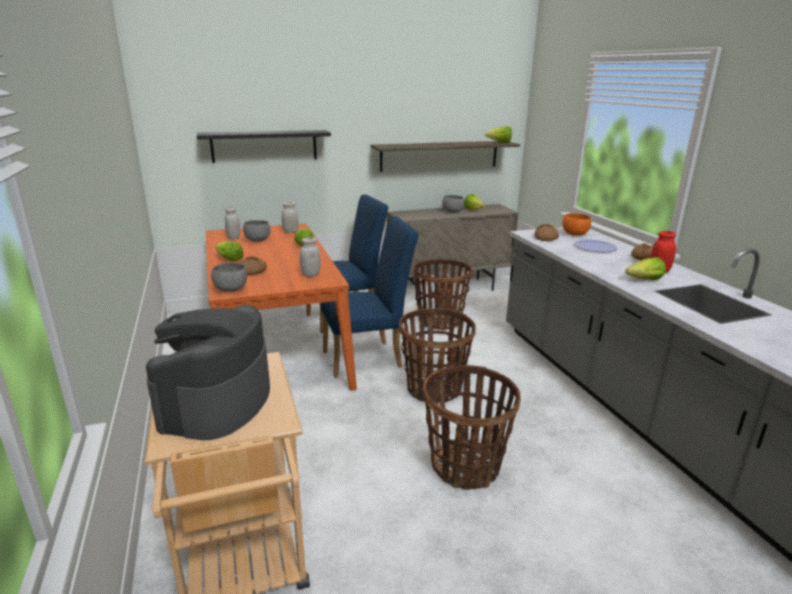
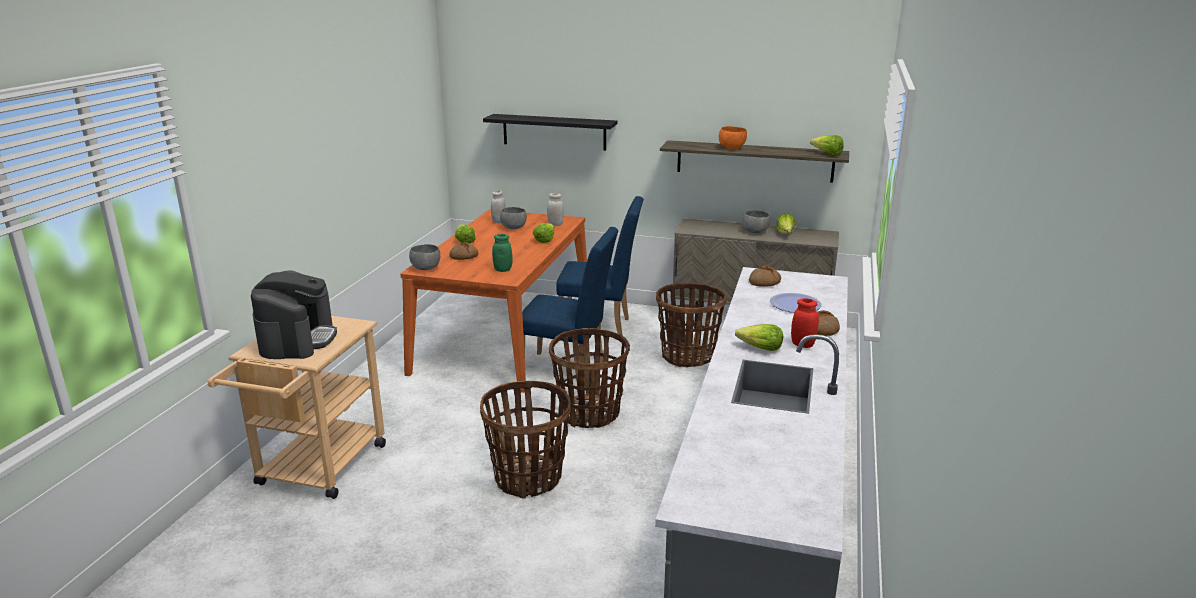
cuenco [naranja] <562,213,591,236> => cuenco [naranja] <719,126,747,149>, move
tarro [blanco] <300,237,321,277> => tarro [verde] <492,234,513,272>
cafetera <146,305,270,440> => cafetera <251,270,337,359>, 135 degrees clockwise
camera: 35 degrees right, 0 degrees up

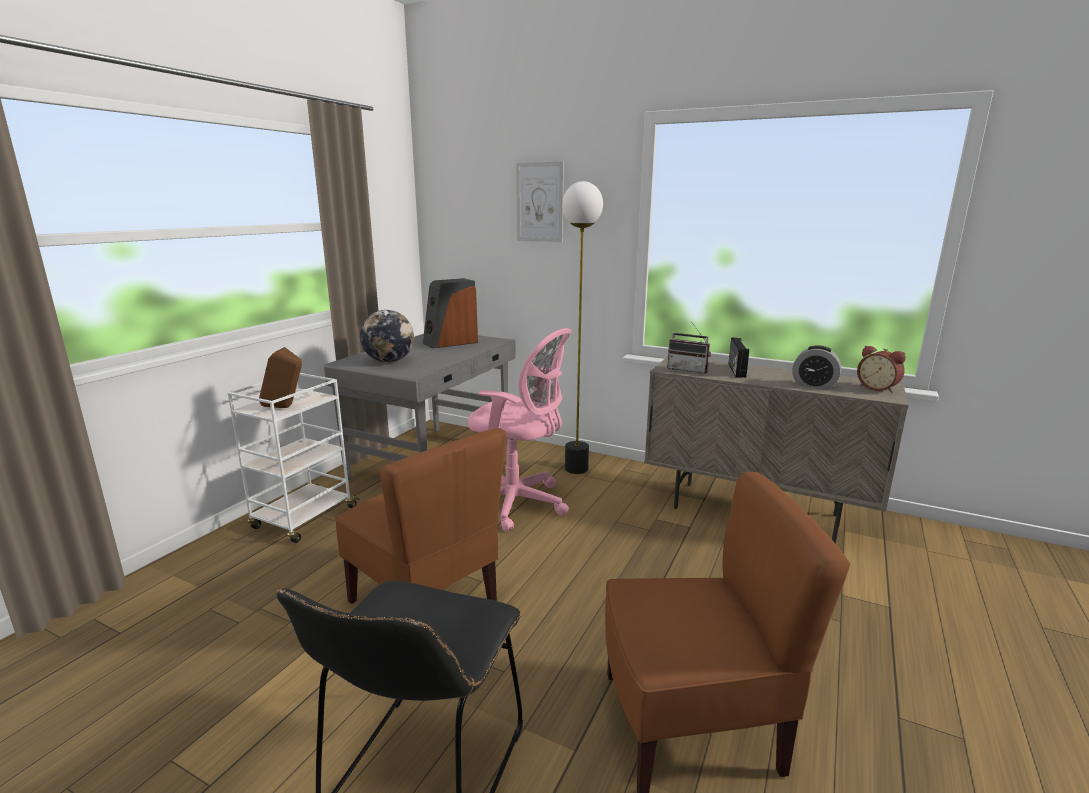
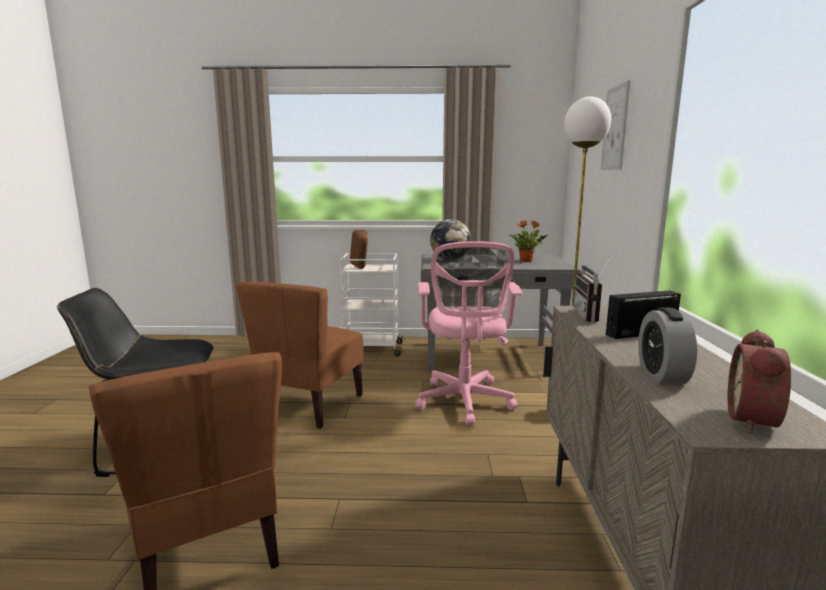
altavoz <423,278,478,348> => planta en maceta <508,220,547,262>
camera: 65 degrees right, 5 degrees down

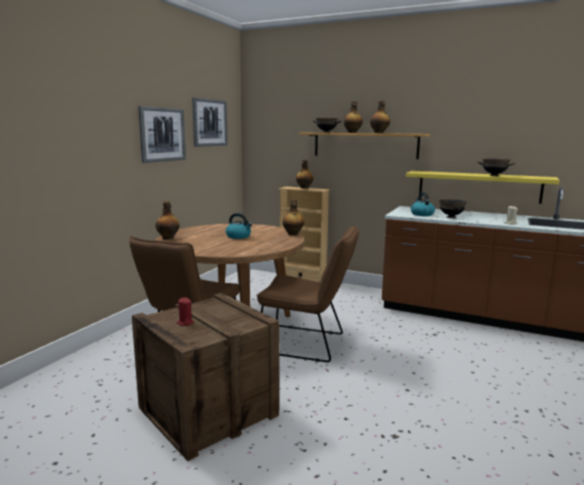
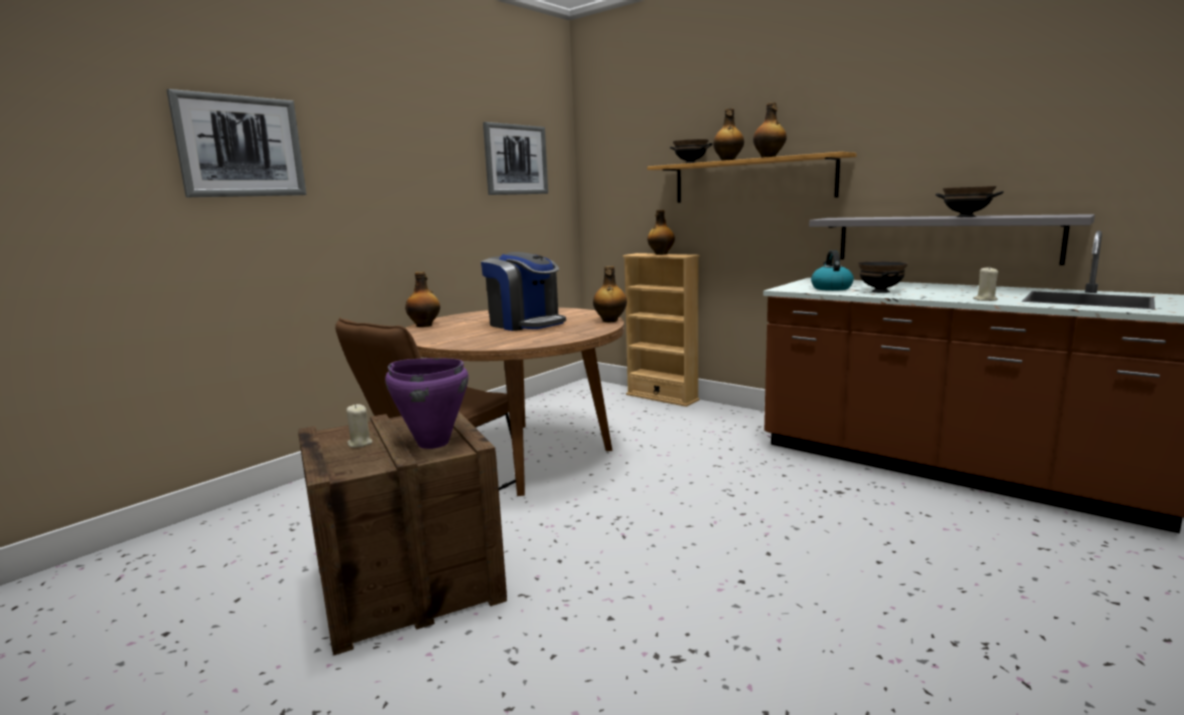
silla [marrón] <257,225,359,362> => nothing
nothing => olla [morado] <385,358,469,449>
cuadro <138,106,186,163> => cuadro <167,89,306,197>, move
hervidor <226,213,252,239> => cafetera <481,252,566,331>
vela [rojo] <176,297,194,326> => vela [beis] <347,404,372,448>
estante [amarillo] <406,171,560,204> => estante [gris] <809,214,1095,265>
camera: 15 degrees right, 0 degrees up

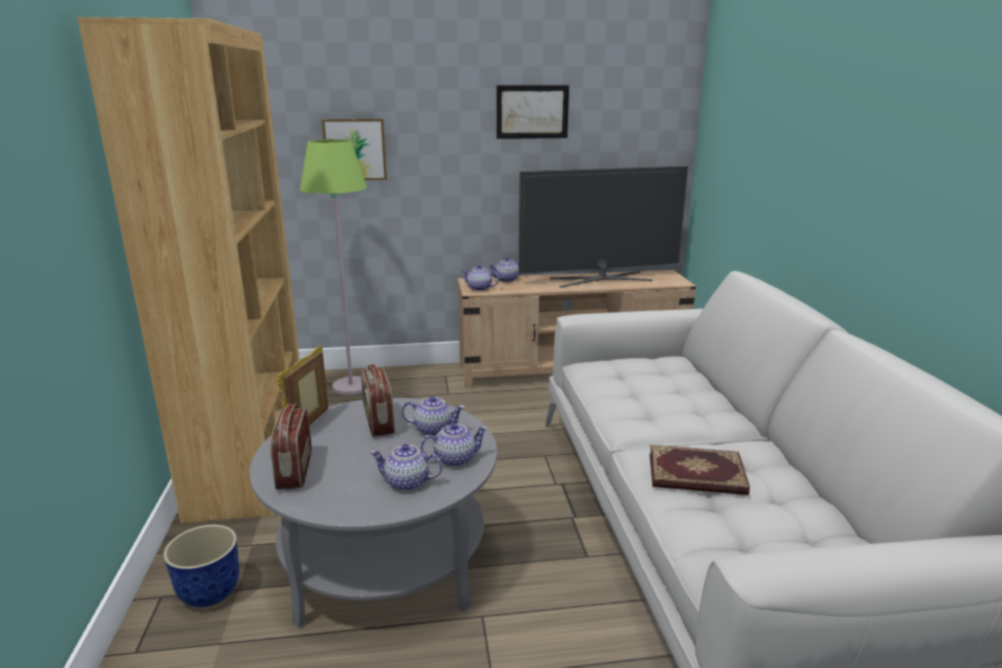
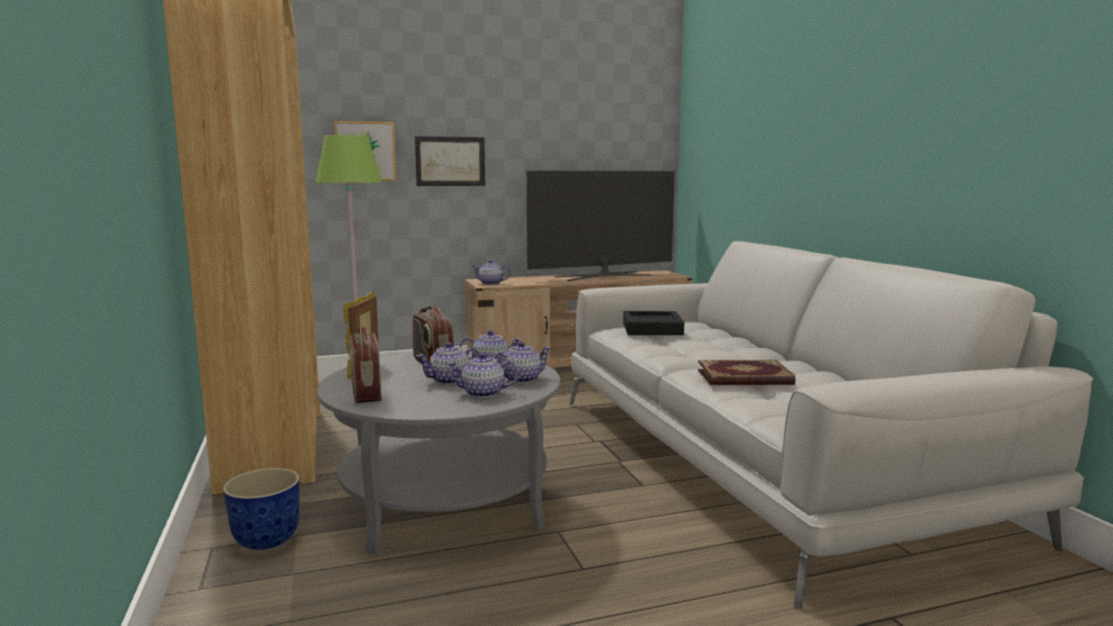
nothing => bandeja [negro] <623,311,684,335>
tetera <488,257,522,282> => tetera <416,342,480,385>, move
cuadro <496,85,569,139> => cuadro <415,136,485,186>, move
camera: 10 degrees left, 10 degrees down

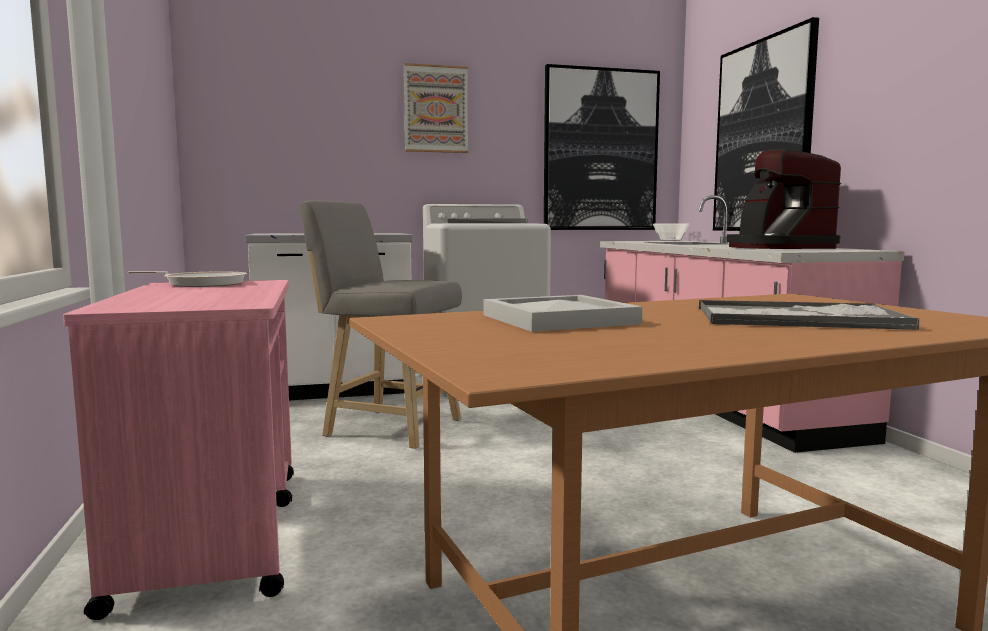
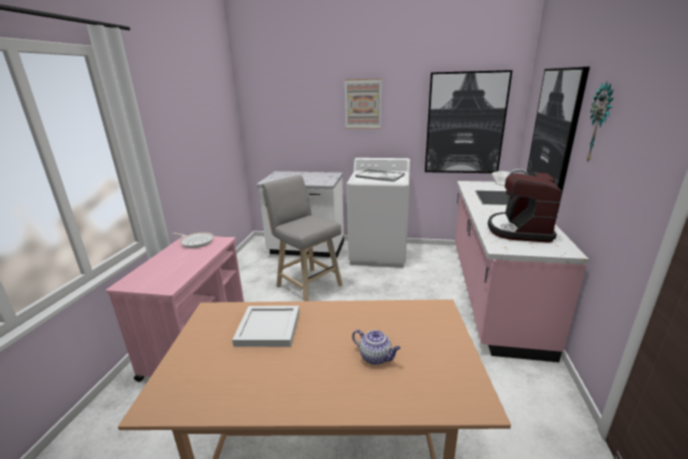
nothing => reloj de pared <586,82,614,163>
bandeja <699,300,919,330> => tetera <352,330,401,365>
camera: 25 degrees right, 15 degrees up

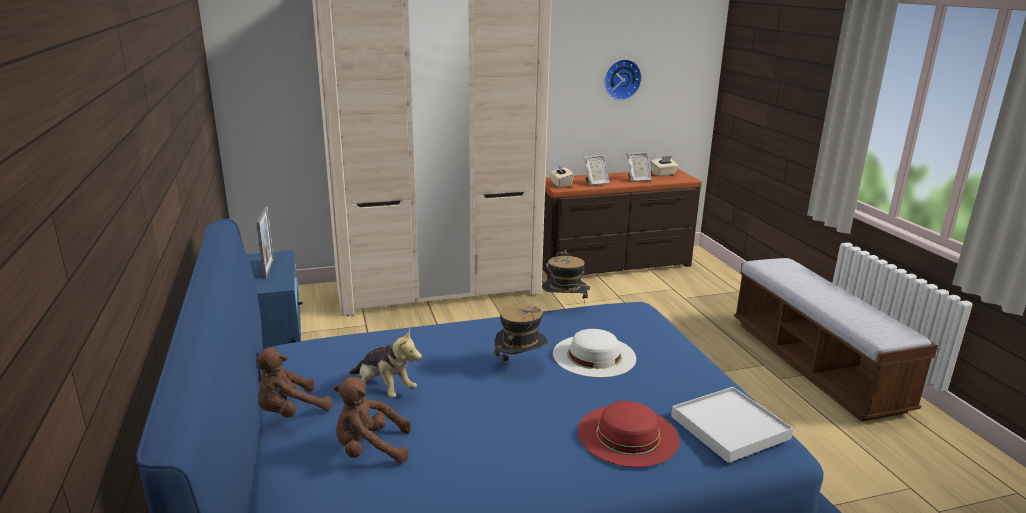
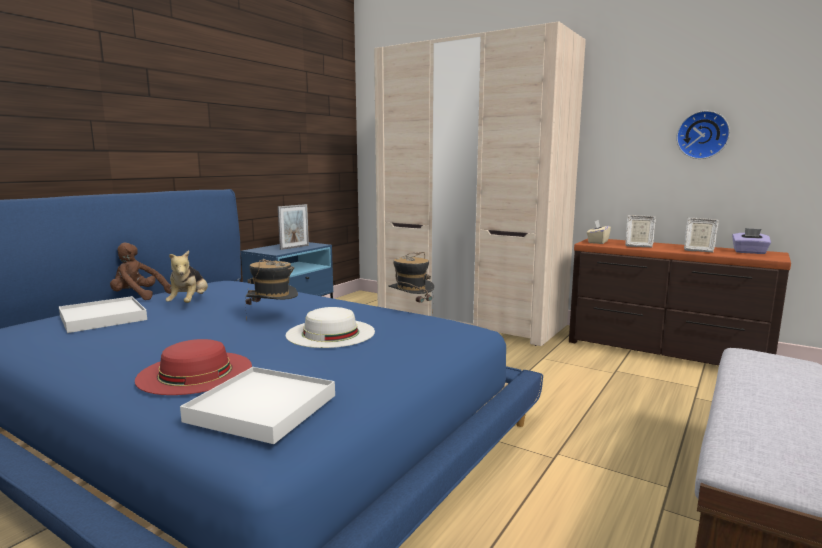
peluche [marrón] <334,377,411,463> => bandeja [blanco] <59,296,147,333>
caja de pañuelos [beis] <650,156,679,176> => caja de pañuelos [morado] <732,228,771,254>
camera: 50 degrees right, 10 degrees down

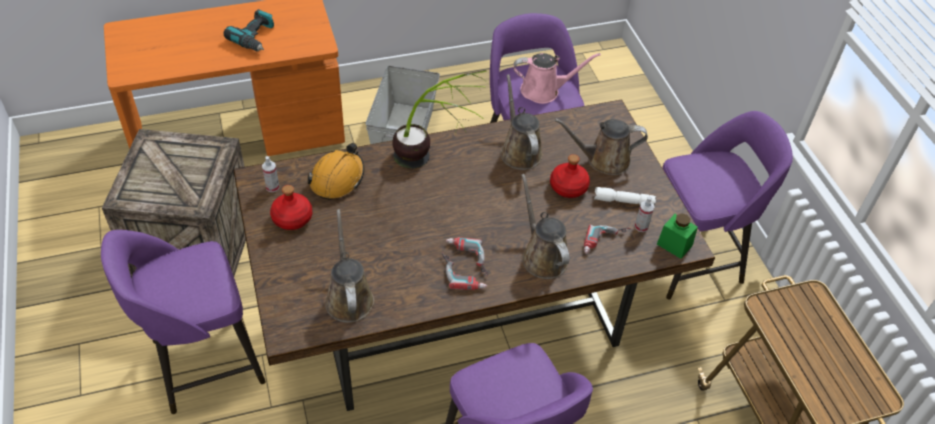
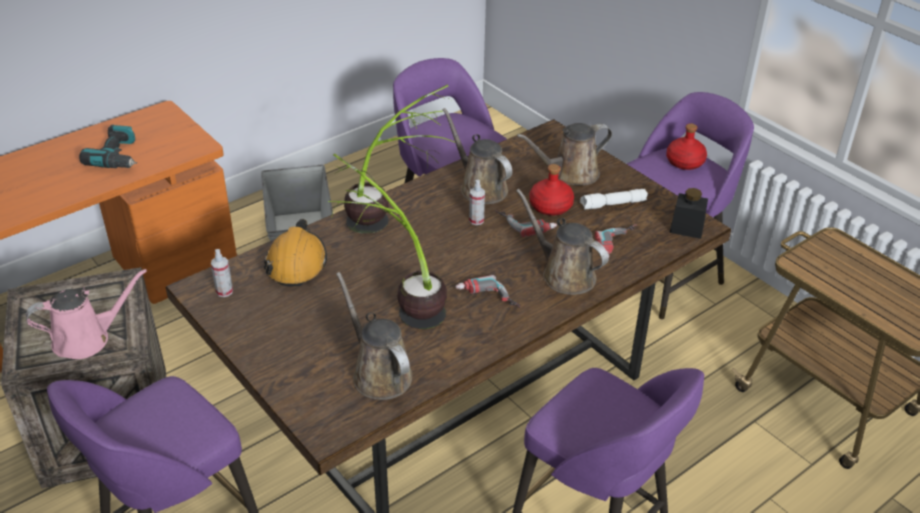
nothing => planta en maceta <328,153,447,329>
botella [rojo] <270,185,312,230> => botella [rojo] <666,124,707,170>, move
taladro <442,252,487,290> => taladro <496,210,557,237>, move
regadera [rosa] <513,53,601,104> => regadera [rosa] <26,269,147,359>, move
pulverizador <635,197,654,232> => pulverizador <469,180,485,225>, move
tarro [verde] <657,213,698,259> => tarro [negro] <669,188,708,239>
camera: 20 degrees left, 10 degrees down

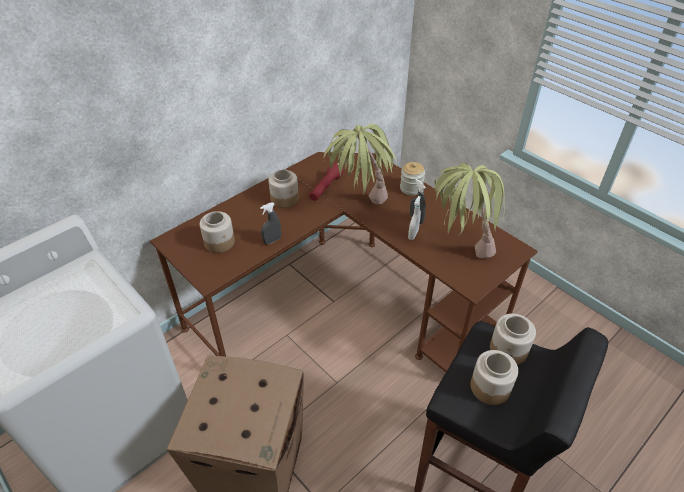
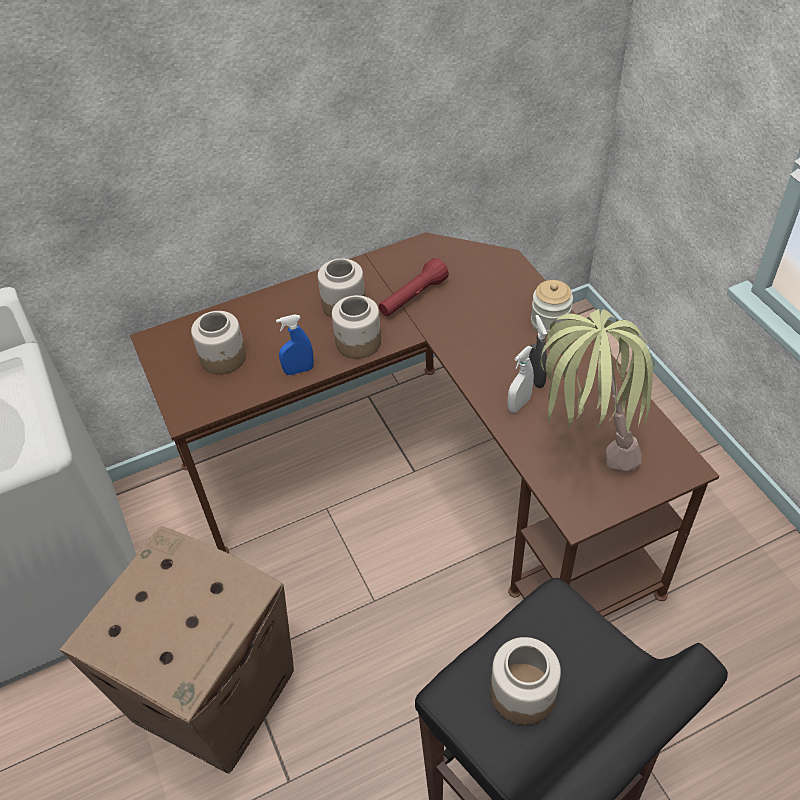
planta en maceta <324,124,397,204> => nothing
tarro <490,314,536,365> => tarro <332,295,381,359>, move
pulverizador [gris] <260,202,281,245> => pulverizador [azul] <276,314,314,375>
camera: 20 degrees right, 5 degrees up

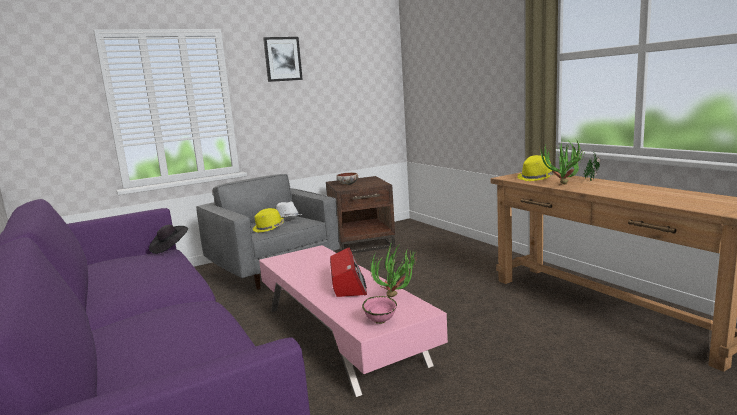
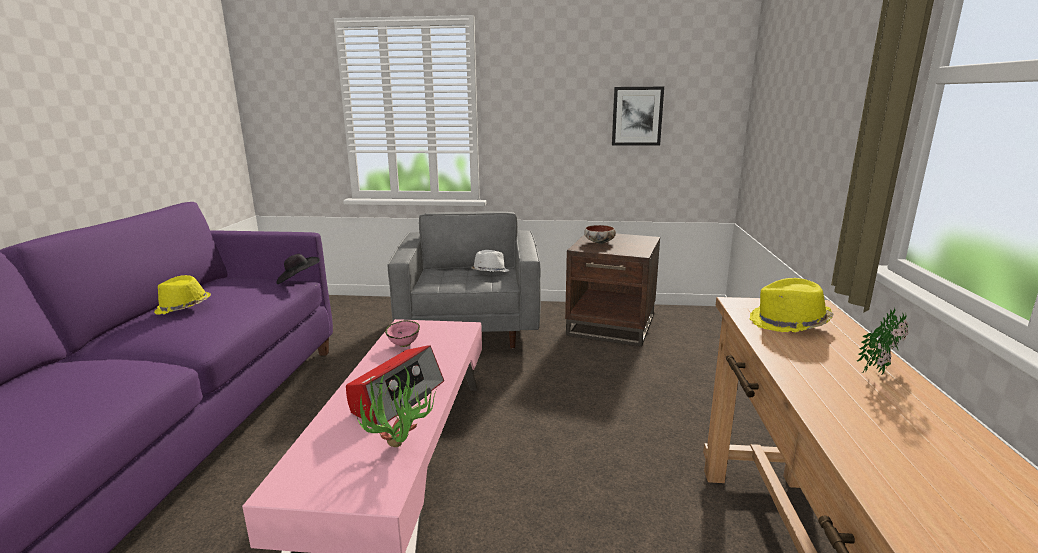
planta en maceta <540,139,586,184> => nothing
sombrero [amarillo] <253,208,285,233> => sombrero [amarillo] <154,275,211,315>, move
cuadro <263,37,303,82> => cuadro <612,87,664,146>, move
cuenco [rosa] <362,296,397,324> => cuenco [rosa] <385,320,420,347>, move
camera: 35 degrees right, 5 degrees up

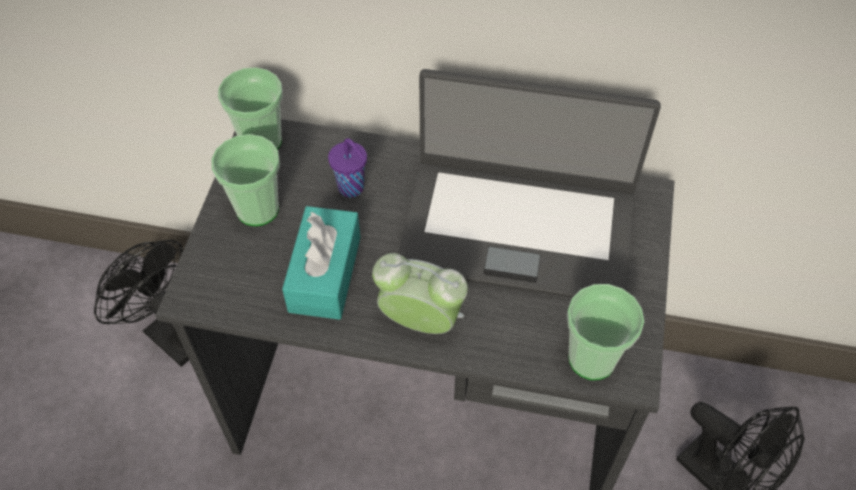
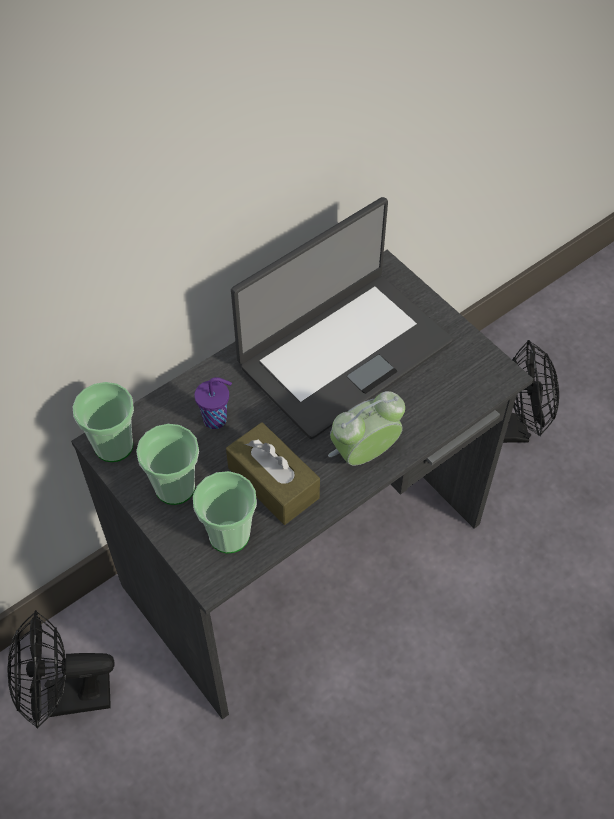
taza <567,284,645,380> => taza <193,471,257,554>, move
caja de pañuelos [turquesa] <282,206,361,320> => caja de pañuelos [marrón] <226,422,320,525>
camera: 50 degrees left, 0 degrees up

